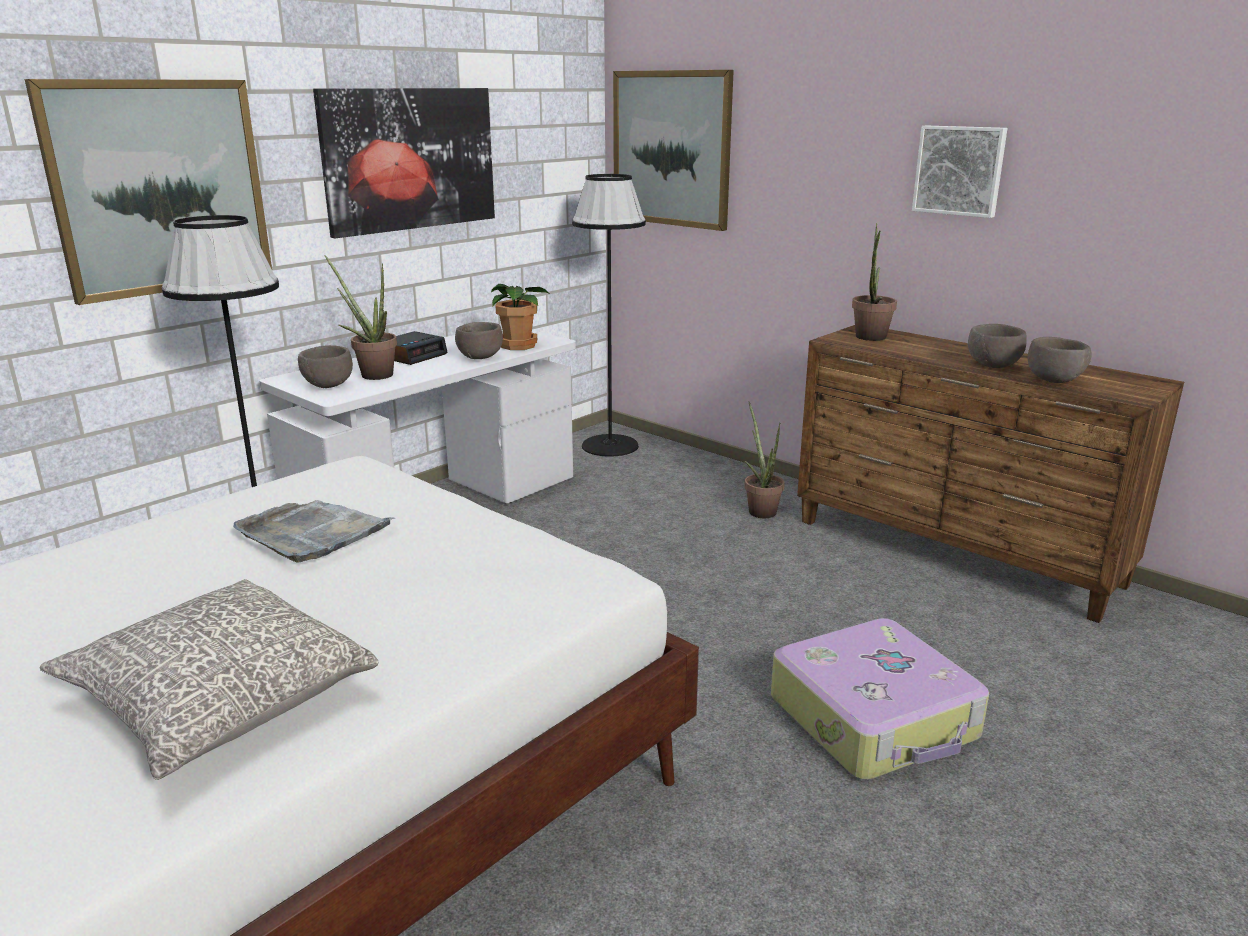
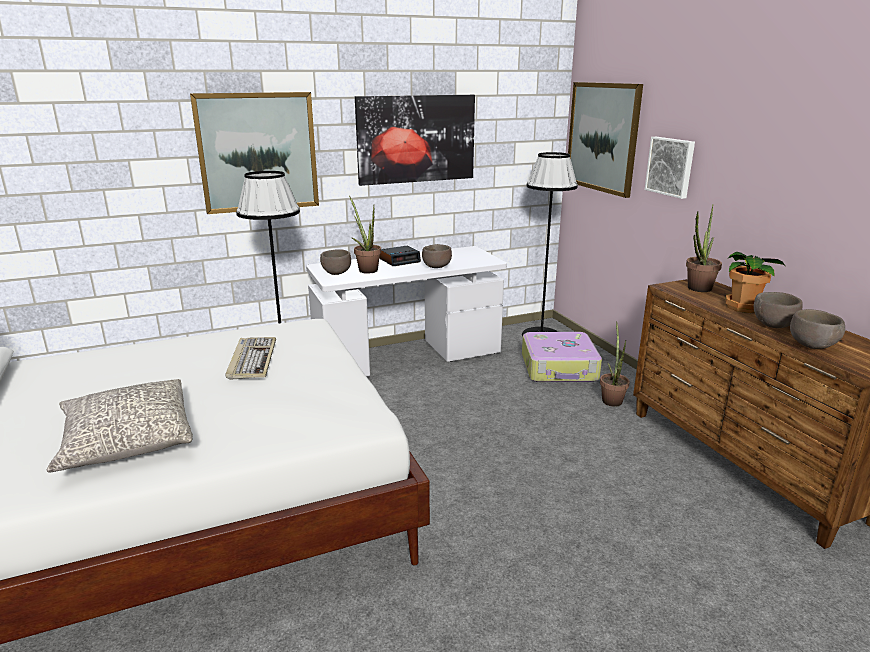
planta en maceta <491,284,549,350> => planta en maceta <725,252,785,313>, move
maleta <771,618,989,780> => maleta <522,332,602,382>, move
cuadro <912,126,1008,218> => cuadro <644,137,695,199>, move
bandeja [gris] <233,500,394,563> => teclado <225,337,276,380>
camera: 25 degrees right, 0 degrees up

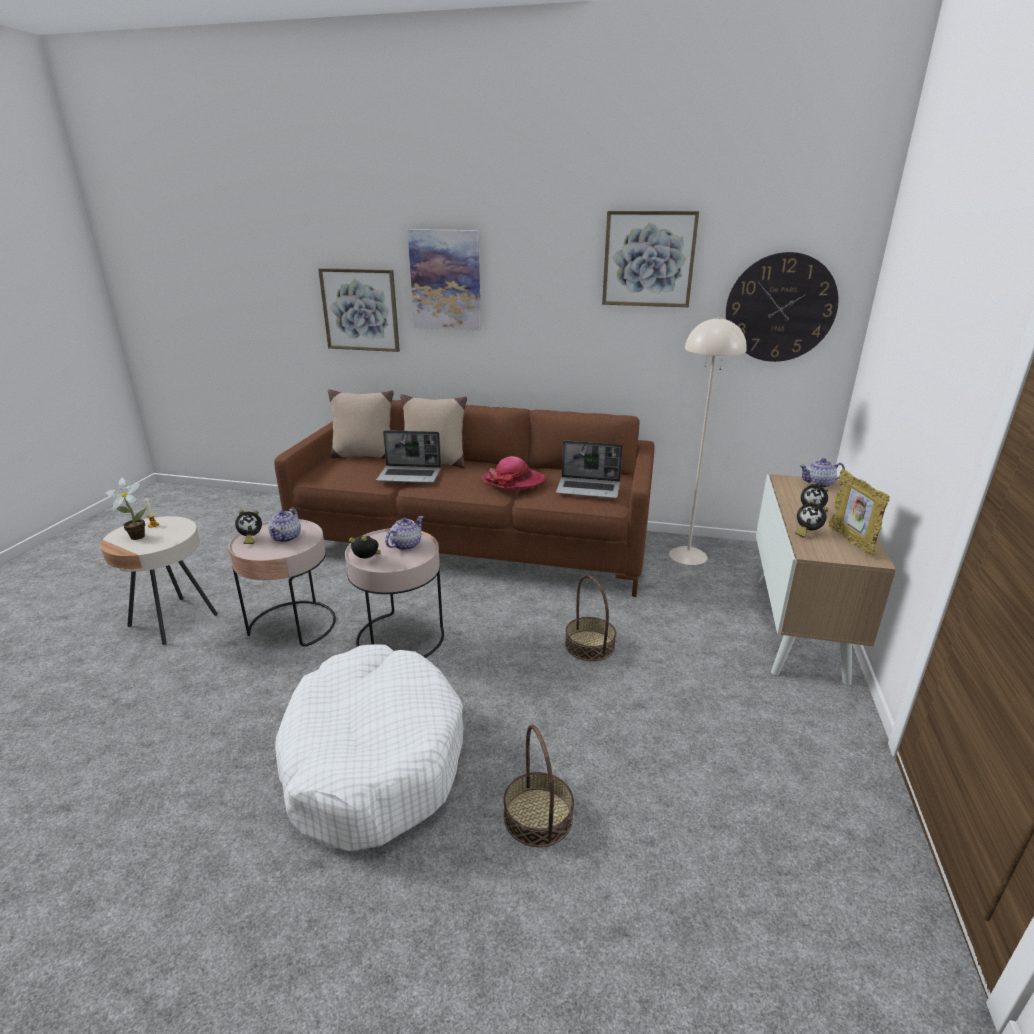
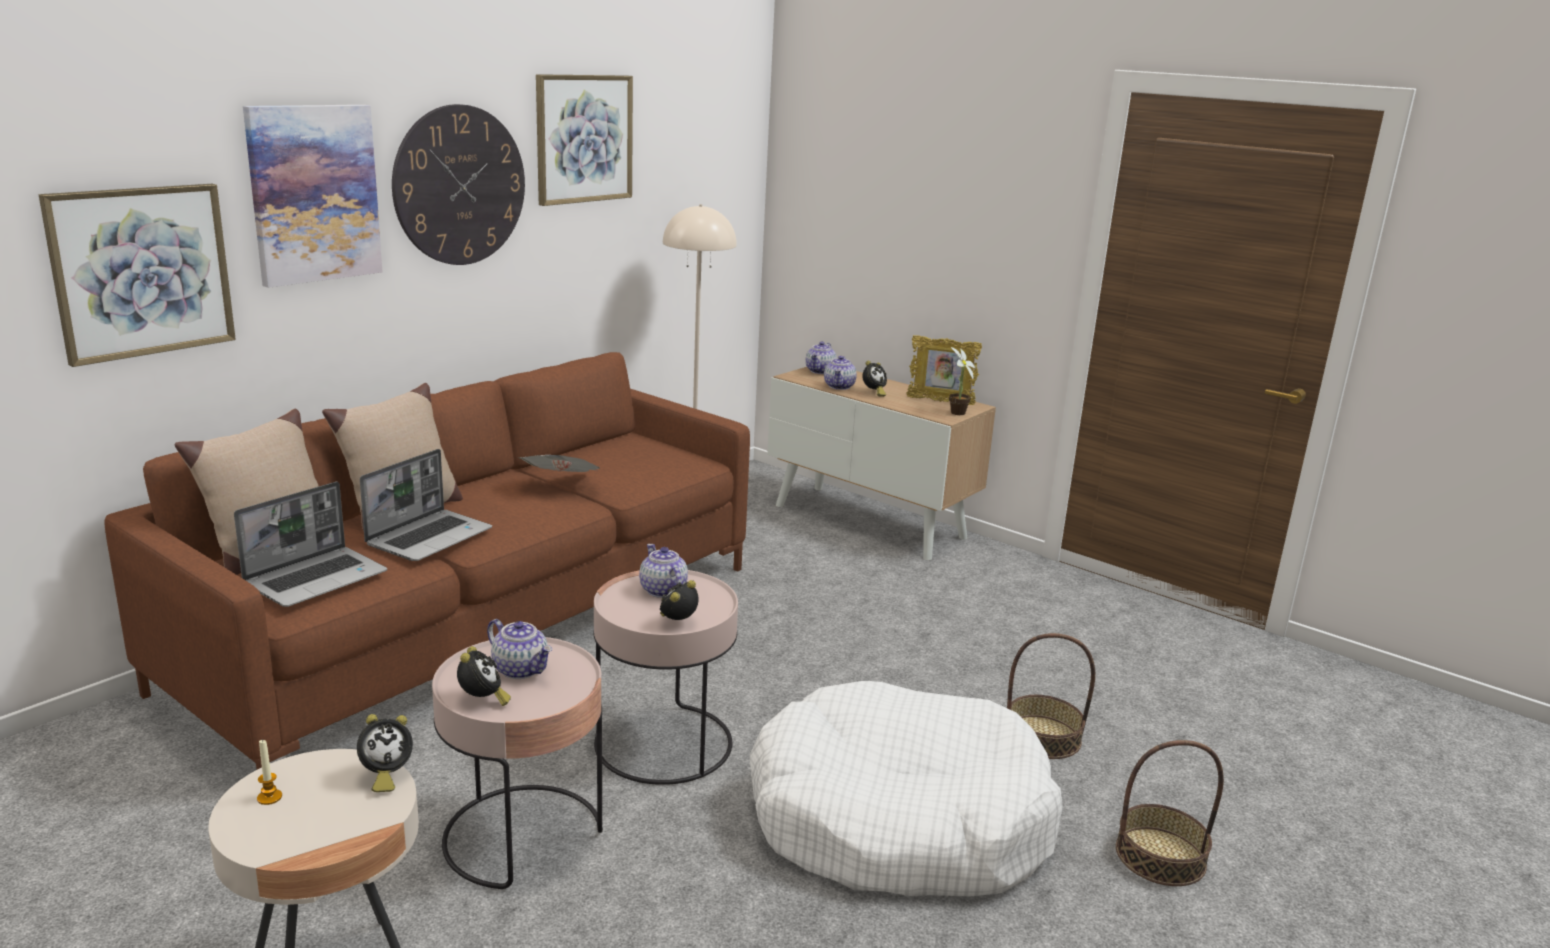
nothing => tetera <824,356,857,390>
planta en maceta <106,478,147,540> => planta en maceta <949,347,976,415>, move
portátil <556,440,623,498> => portátil <234,482,387,607>, move
cesta <565,575,616,661> => cesta <1116,740,1224,886>, move
reloj de pared <726,252,838,362> => reloj de pared <392,104,525,265>, move
despertador <795,500,829,538> => despertador <357,714,413,792>, move
sombrero <482,456,546,490> => periódico <519,455,600,472>
camera: 65 degrees left, 5 degrees down

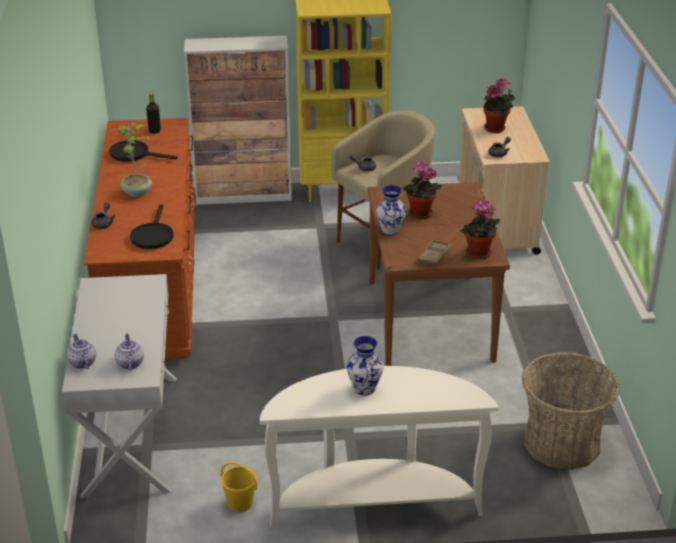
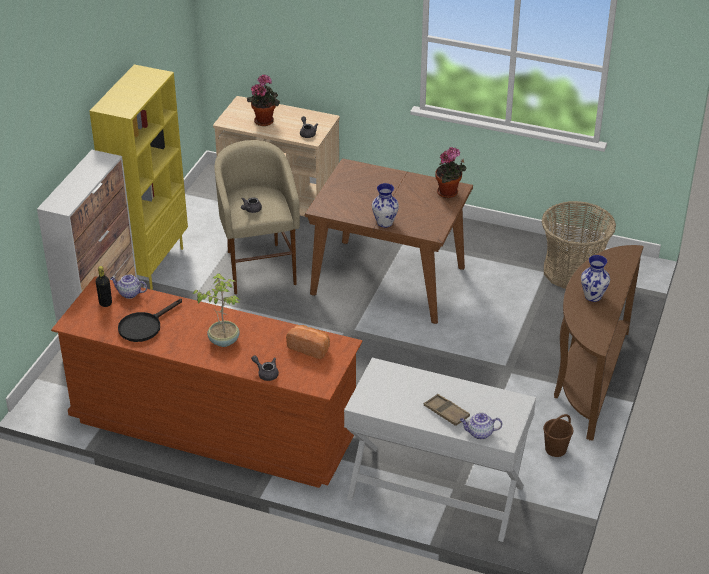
planta en maceta <402,161,442,219> => nothing
tetera <115,334,144,371> => tetera <110,274,147,299>, move
bandeja [marrón] <418,240,451,266> => bandeja [marrón] <424,394,470,426>, move
sartén [negro] <130,204,174,249> => pan <286,325,330,359>
cubo [amarillo] <221,462,257,512> => cubo [marrón] <543,414,573,457>
mesa consola [blanco] <260,366,499,529> => mesa consola [marrón] <554,245,644,441>
camera: 65 degrees left, 5 degrees up

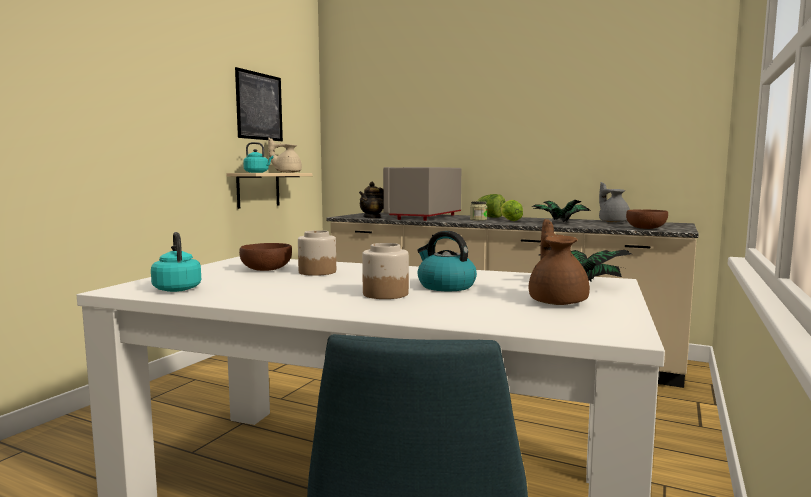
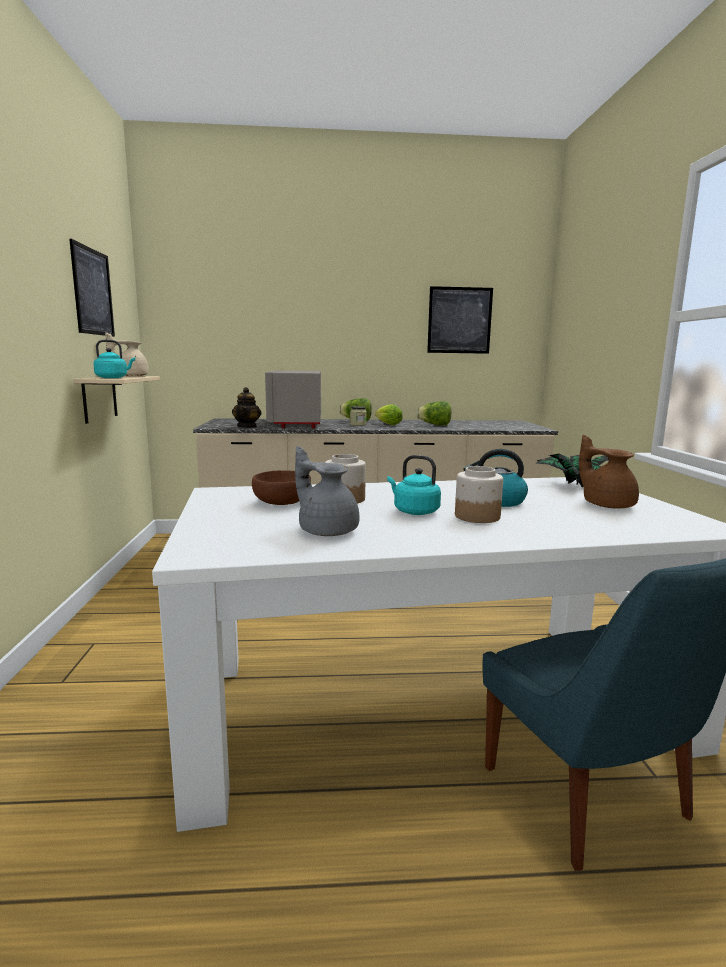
cuenco [marrón] <626,210,668,229> => nothing
nothing => cuadro <427,286,493,354>
hervidor [turquesa] <151,232,201,292> => hervidor [turquesa] <387,455,441,515>, move
tetera [gris] <599,182,630,223> => tetera [gris] <295,446,360,536>, move
planta en maceta <532,200,592,222> => lechuga <417,401,451,425>
camera: 30 degrees left, 5 degrees up

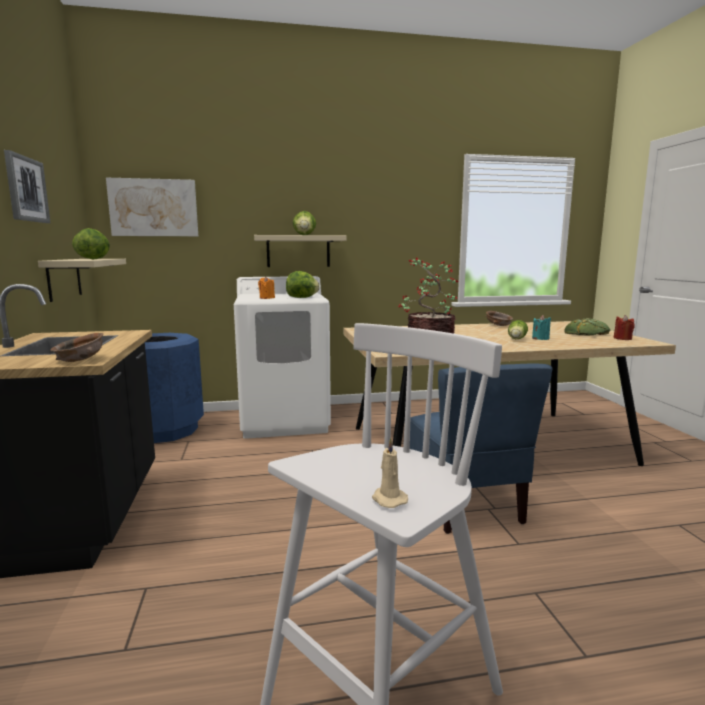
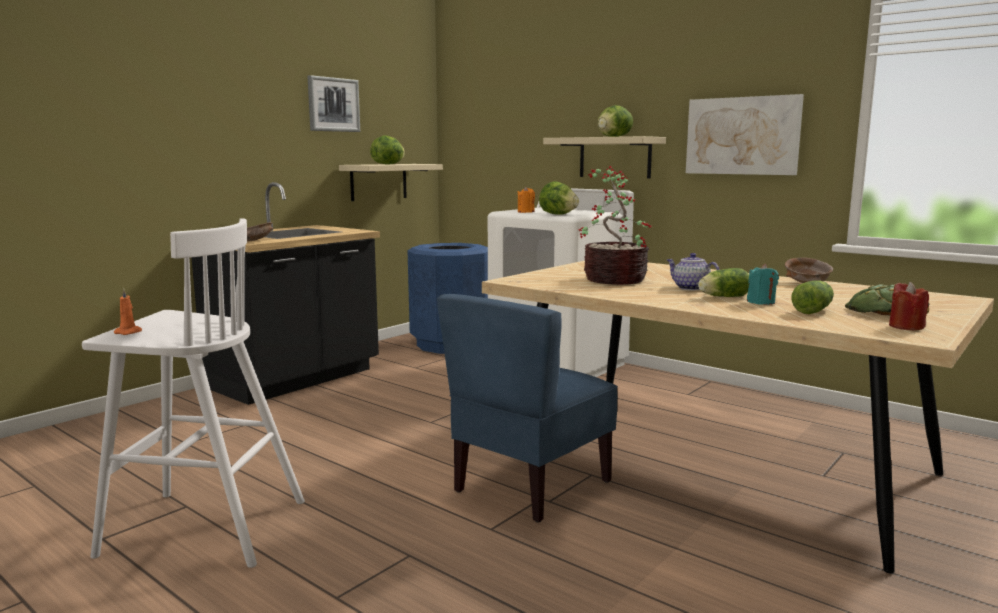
nothing => tetera <667,253,720,290>
nothing => lechuga <791,280,834,314>
cuadro <106,178,198,236> => cuadro <686,94,804,175>, move
vela [beis] <372,438,408,508> => vela [naranja] <114,288,142,335>
camera: 50 degrees right, 0 degrees up

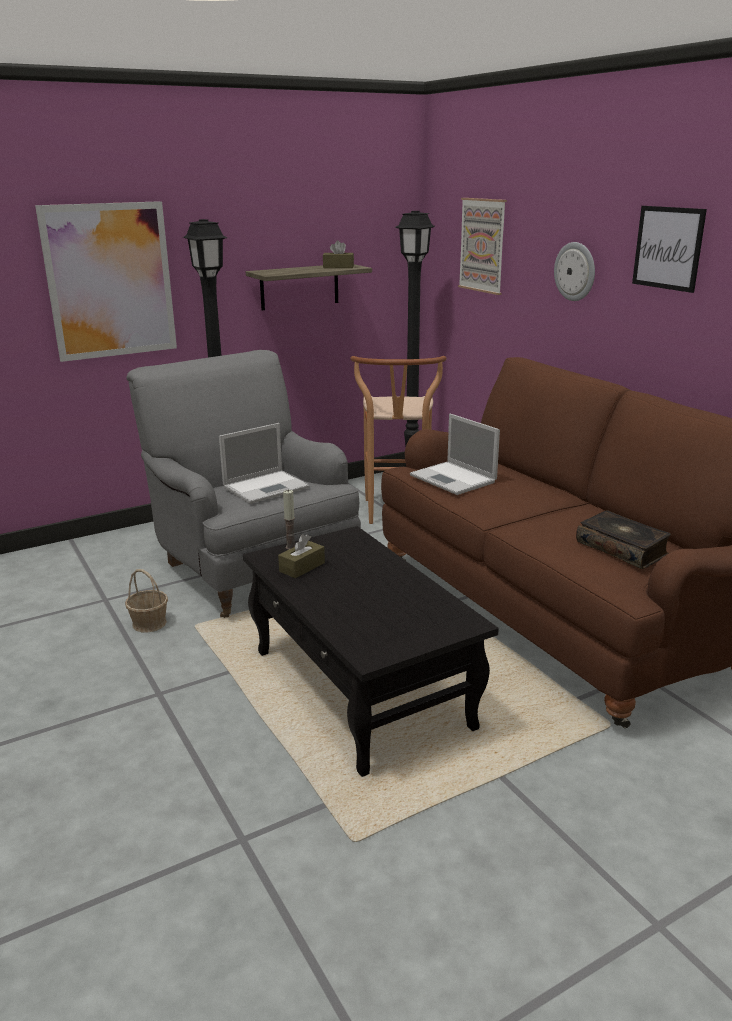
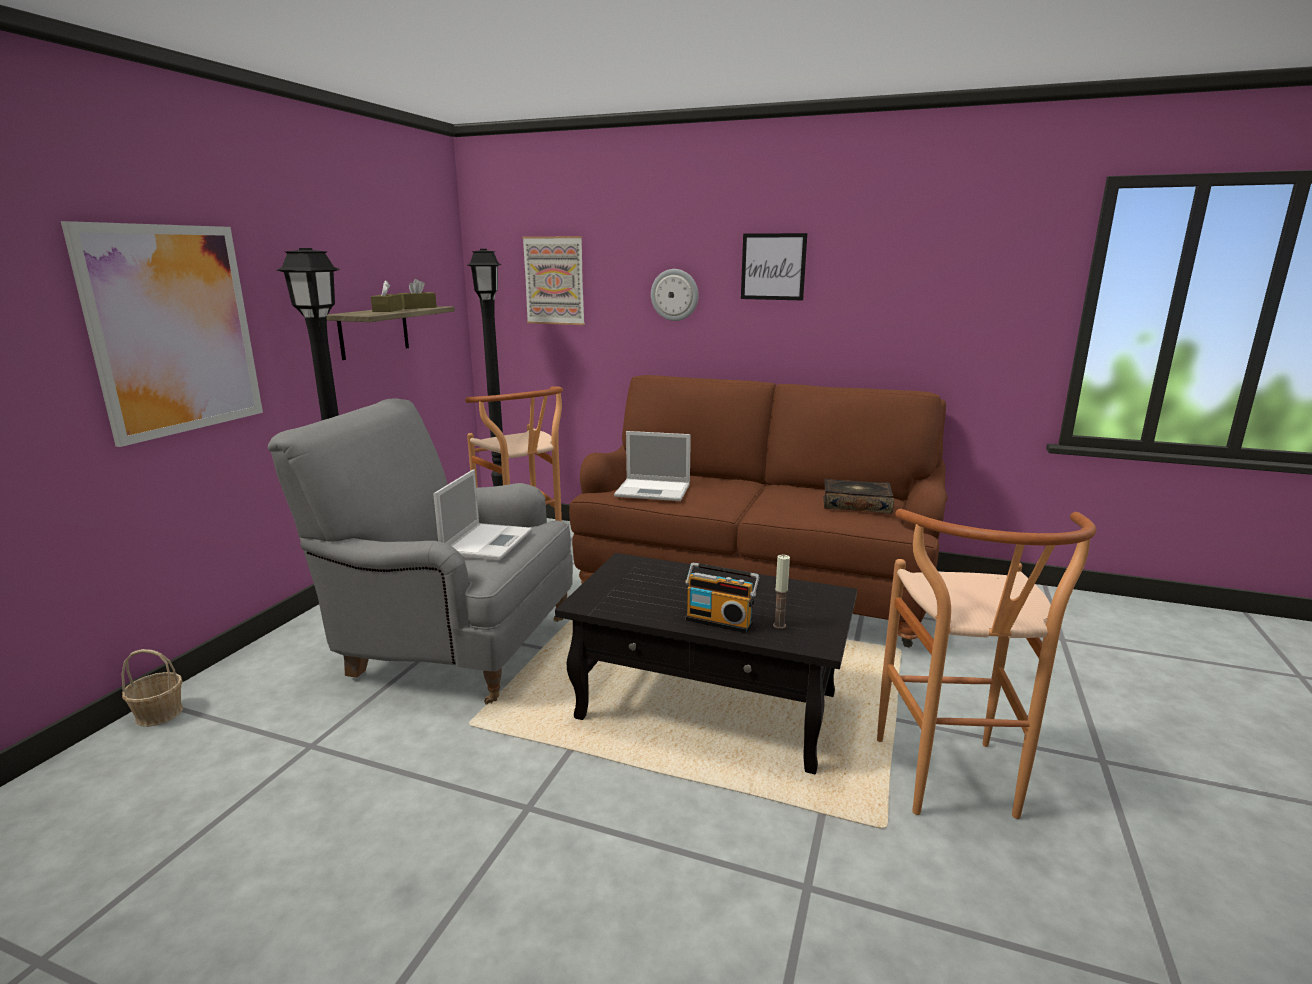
nothing => radio <685,562,760,633>
nothing => taburete [marrón] <877,509,1096,819>
cesta <125,569,168,633> => cesta <121,649,183,727>, move
caja de pañuelos [marrón] <278,534,325,578> => caja de pañuelos [marrón] <371,280,402,312>, move
vela <283,490,295,550> => vela <773,555,790,629>, move
camera: 40 degrees left, 5 degrees down

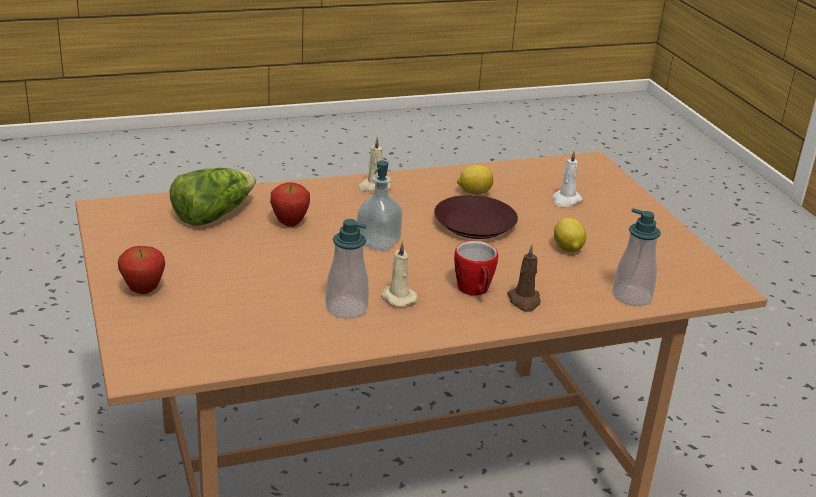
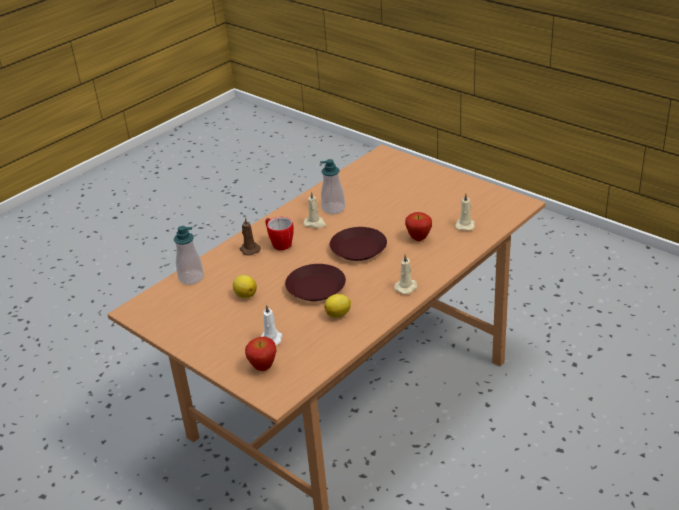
manzana <118,246,165,294> => manzana <245,337,276,371>, move
lechuga <170,168,256,226> => vela [beis] <455,194,475,231>
dispensador de jabón <357,161,403,252> => plato [marrón] <330,227,387,261>
camera: 155 degrees right, 5 degrees up

